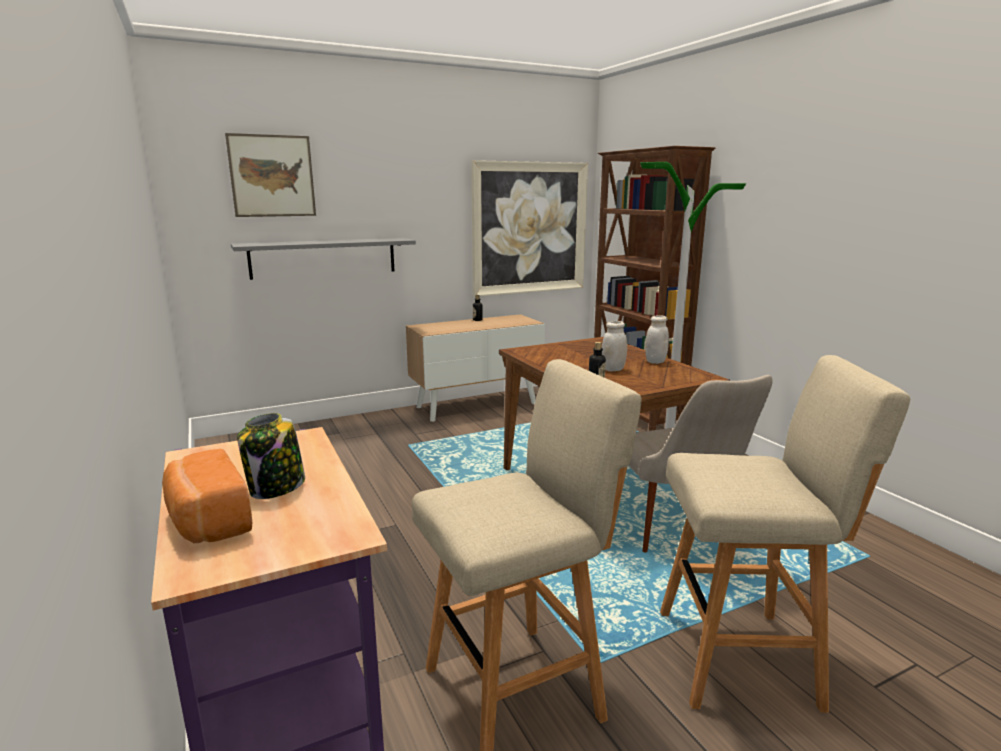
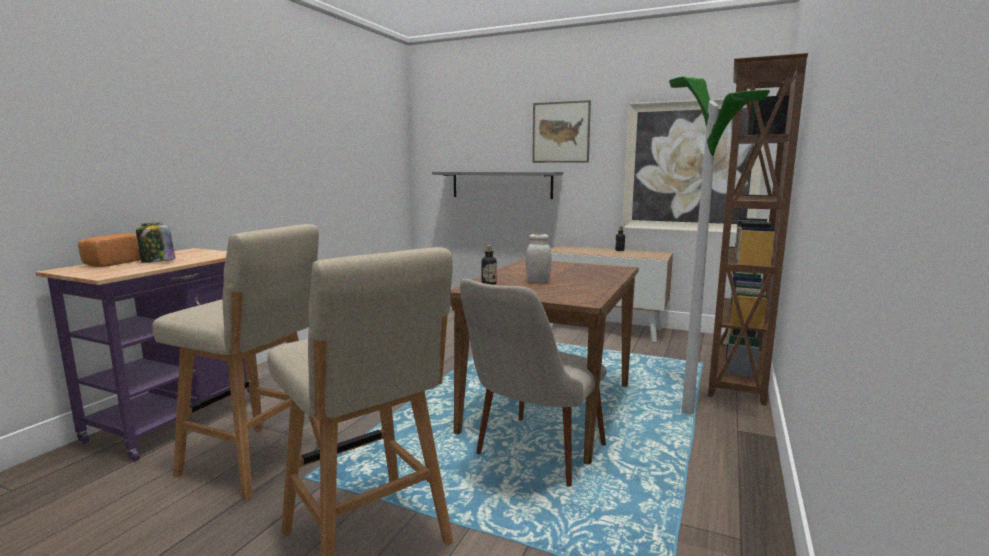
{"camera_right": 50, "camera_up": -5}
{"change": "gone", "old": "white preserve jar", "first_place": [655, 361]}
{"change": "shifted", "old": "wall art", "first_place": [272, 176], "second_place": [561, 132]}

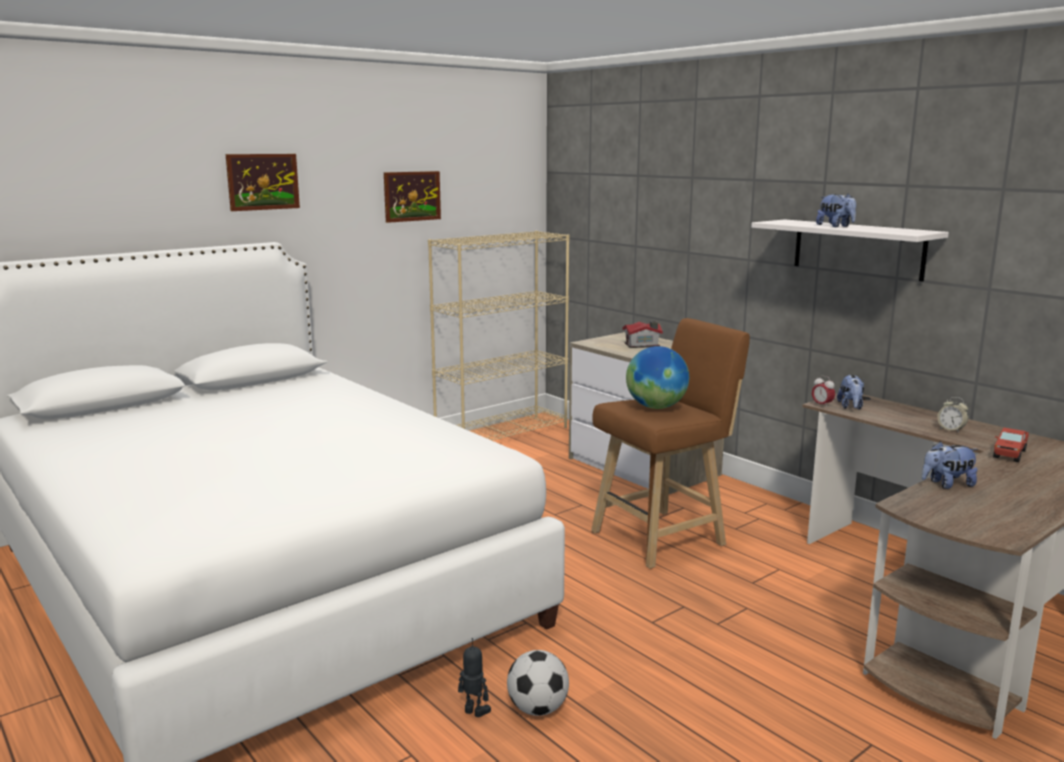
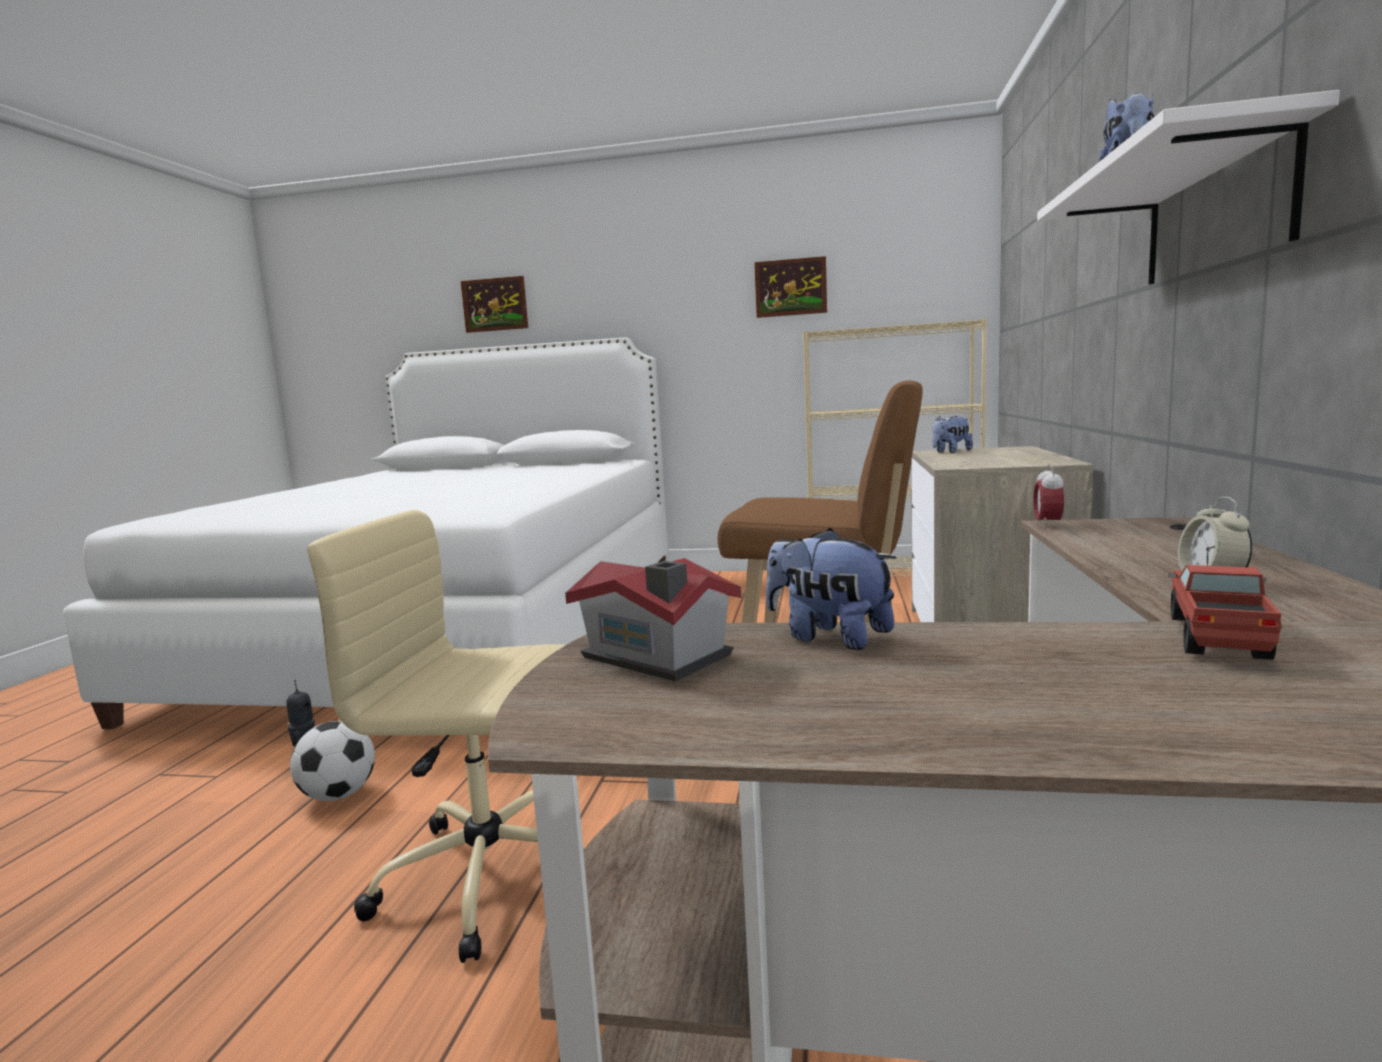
{"camera_right": 50, "camera_up": -5}
{"change": "gone", "old": "desk globe", "first_place": [655, 407]}
{"change": "new", "new": "sand-coloured desk chair", "second_place": [492, 875]}
{"change": "shifted", "old": "wall art", "first_place": [263, 182], "second_place": [495, 304]}
{"change": "shifted", "old": "model house", "first_place": [643, 345], "second_place": [656, 658]}
{"change": "shifted", "old": "plush toy", "first_place": [850, 407], "second_place": [950, 452]}
{"change": "rotated", "old": "toy lorry", "first_place": [1009, 454], "second_place": [1217, 638], "degrees": 120}

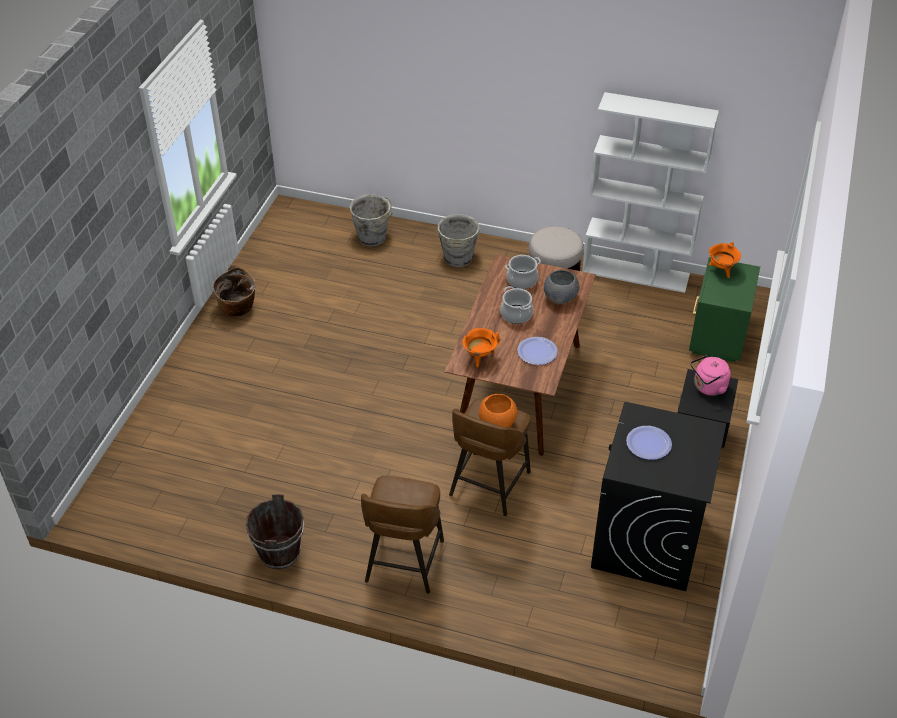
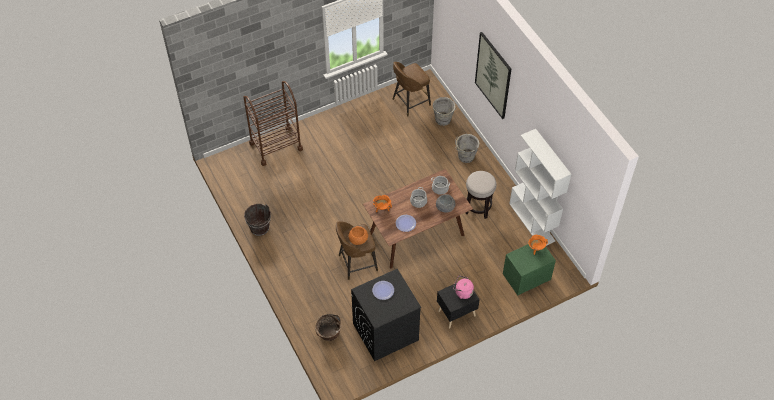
{"camera_right": 45, "camera_up": 10}
{"change": "new", "new": "brownish trolley", "second_place": [276, 146]}
{"change": "new", "new": "wall art", "second_place": [493, 75]}
{"change": "shifted", "old": "household basket", "first_place": [238, 309], "second_place": [329, 334]}
{"change": "shifted", "old": "brownish stool seat", "first_place": [403, 563], "second_place": [410, 102]}

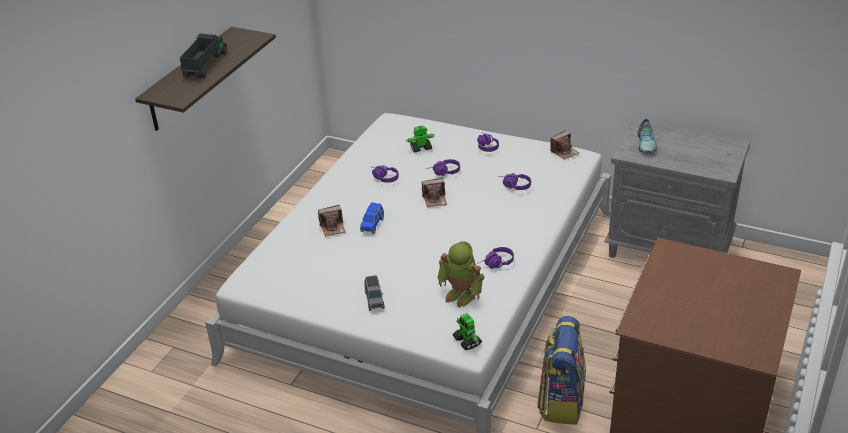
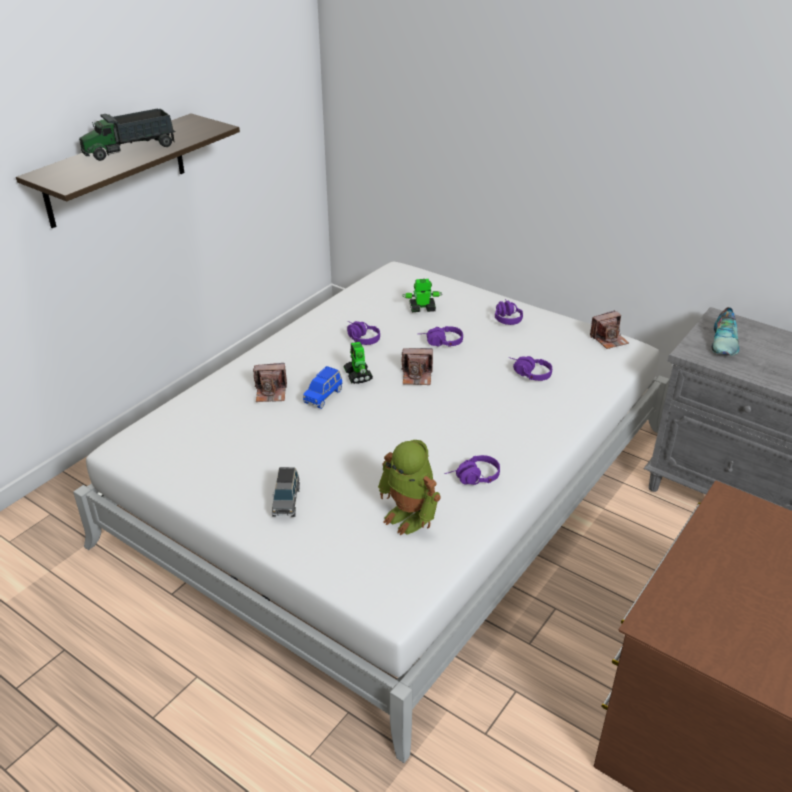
{"camera_right": 10, "camera_up": 0}
{"change": "gone", "old": "knapsack", "first_place": [561, 401]}
{"change": "shifted", "old": "robot figure", "first_place": [467, 341], "second_place": [358, 376]}
{"change": "rotated", "old": "toy lorry", "first_place": [206, 64], "second_place": [130, 149], "degrees": -150}

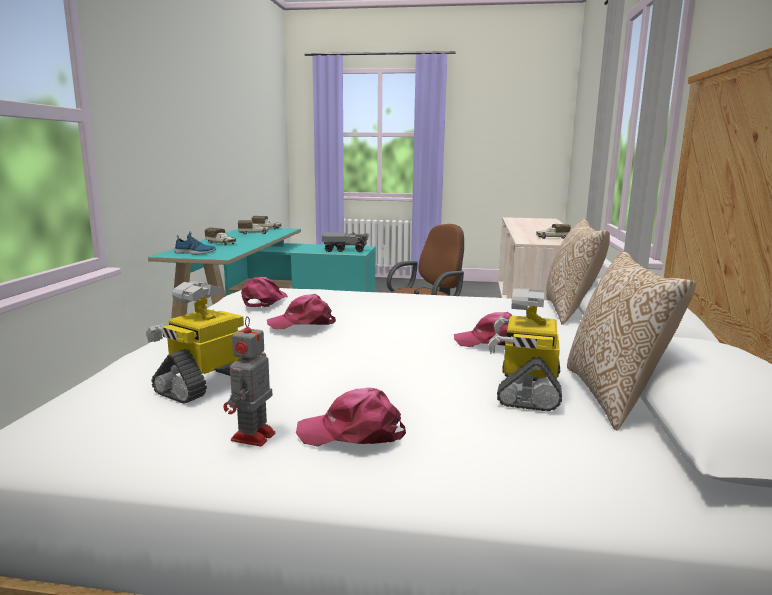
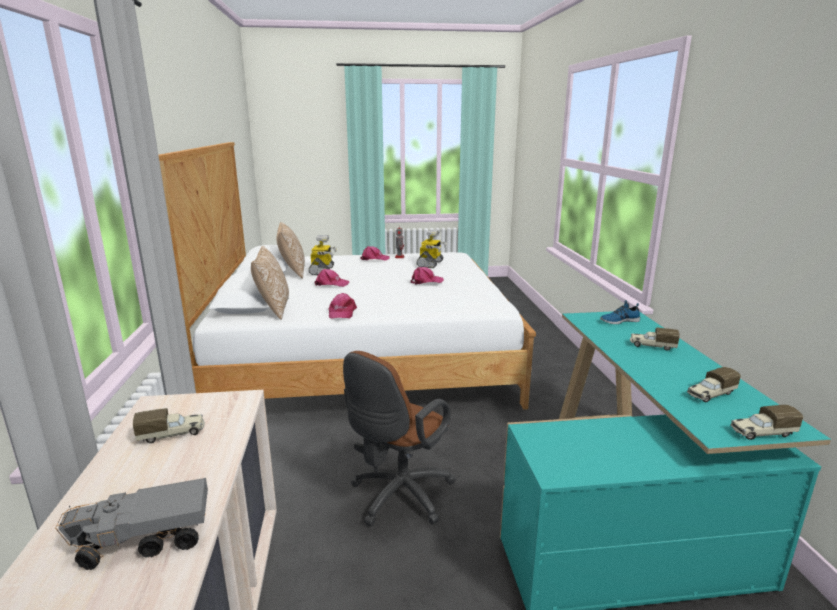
{"camera_right": 165, "camera_up": 5}
{"change": "shifted", "old": "pink-coloured peaked cap", "first_place": [265, 301], "second_place": [341, 312]}
{"change": "shifted", "old": "toy lorry", "first_place": [344, 250], "second_place": [145, 540]}

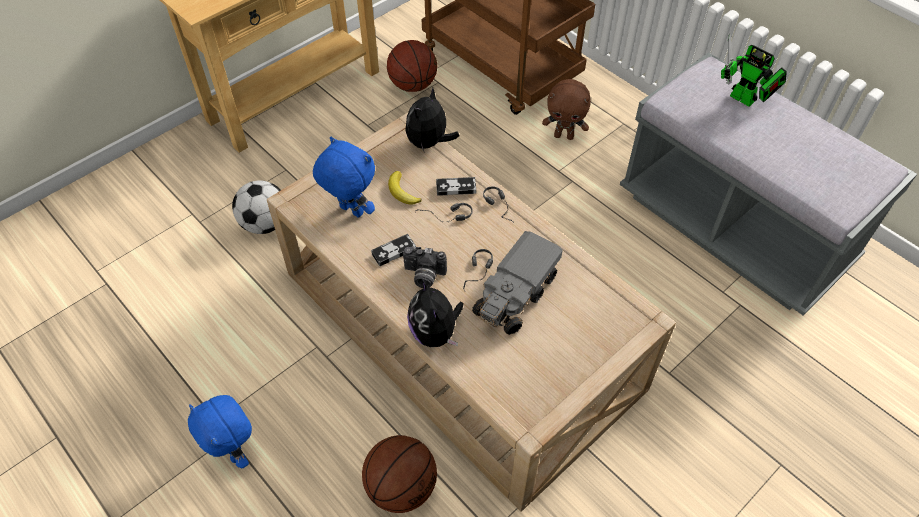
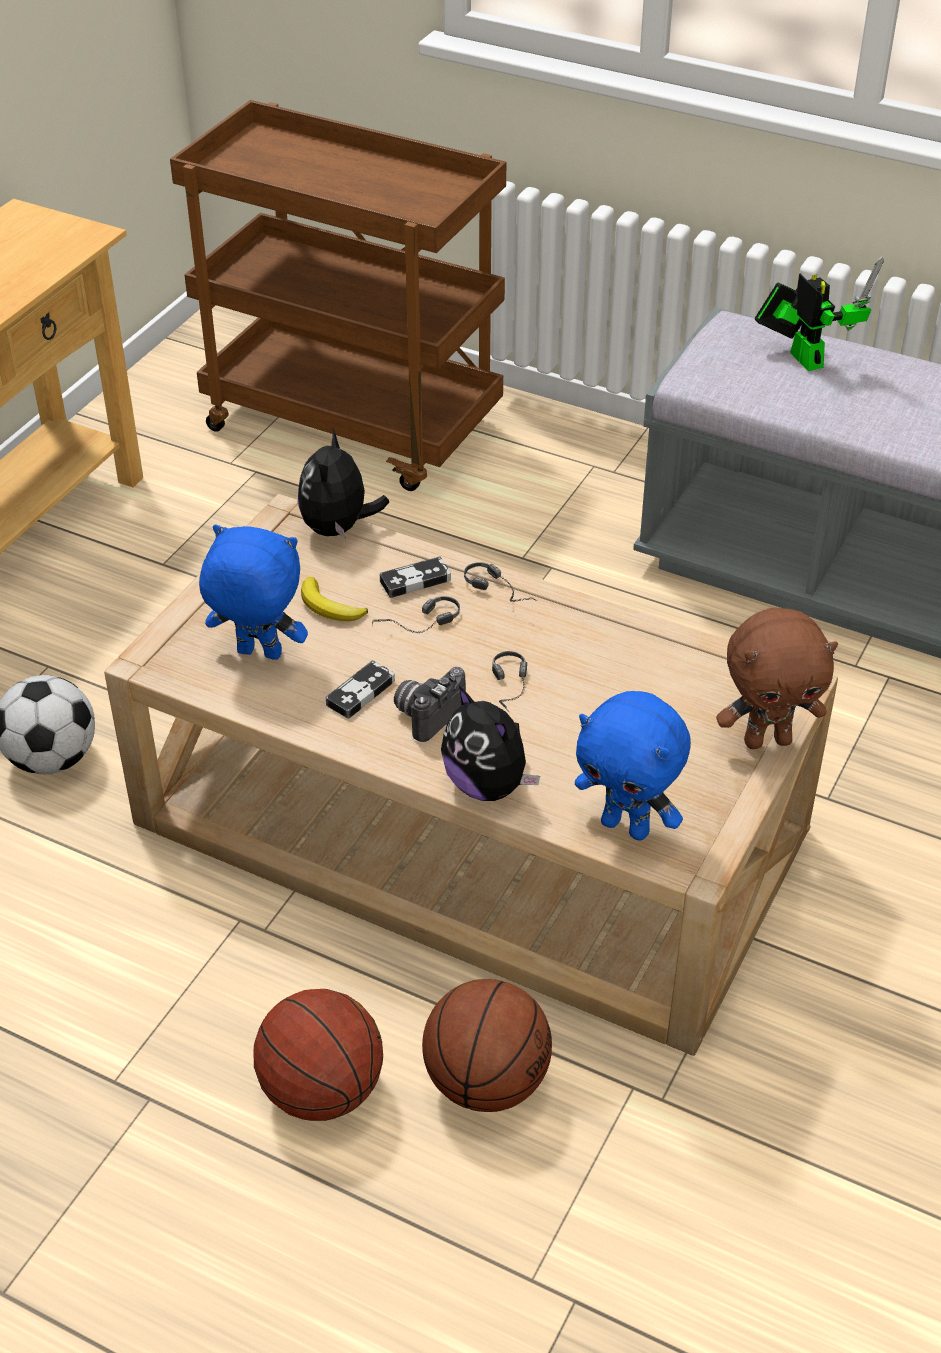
{"camera_right": -20, "camera_up": -10}
{"change": "gone", "old": "toy lorry", "first_place": [515, 296]}
{"change": "shifted", "old": "blue plush toy", "first_place": [235, 451], "second_place": [627, 826]}
{"change": "shifted", "old": "basketball ball", "first_place": [413, 85], "second_place": [322, 1091]}
{"change": "shifted", "old": "brownish plush toy", "first_place": [564, 136], "second_place": [767, 740]}
{"change": "rotated", "old": "still camera", "first_place": [423, 276], "second_place": [427, 714], "degrees": 135}
{"change": "rotated", "old": "robot figure", "first_place": [746, 100], "second_place": [803, 356], "degrees": -135}

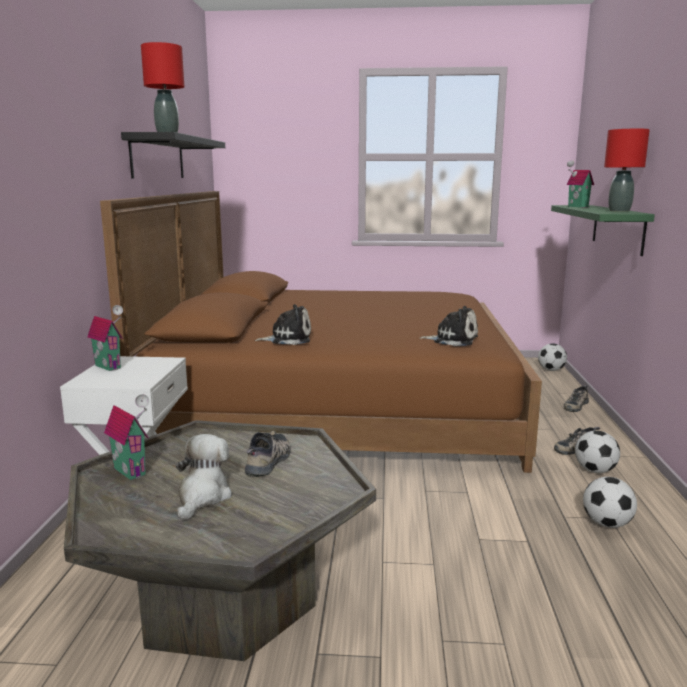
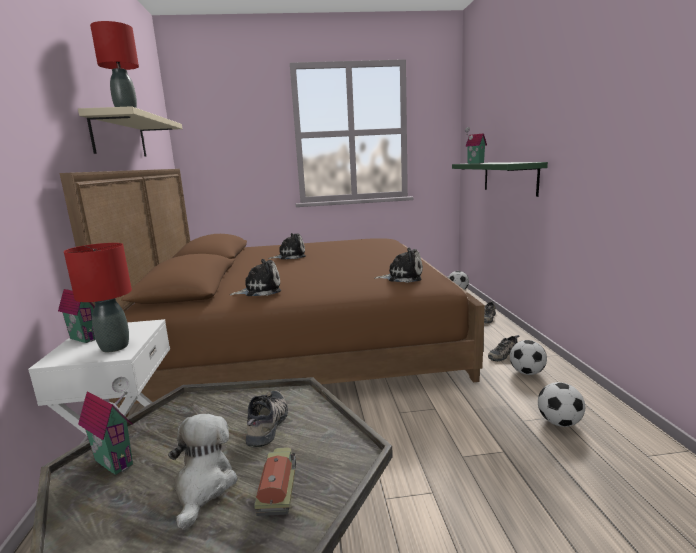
{"camera_right": -10, "camera_up": 0}
{"change": "new", "new": "toy lorry", "second_place": [279, 488]}
{"change": "new", "new": "plush toy", "second_place": [290, 256]}
{"change": "shifted", "old": "red lamp for a table", "first_place": [618, 211], "second_place": [114, 347]}
{"change": "repainted", "old": "blackish shelf", "new": "sand-coloured shelf", "first_place": [158, 158], "second_place": [120, 137]}

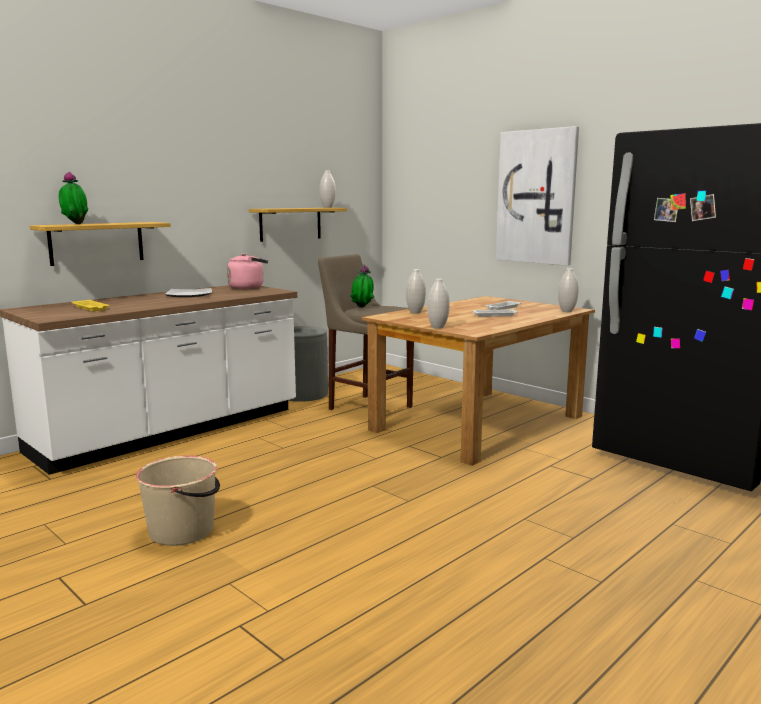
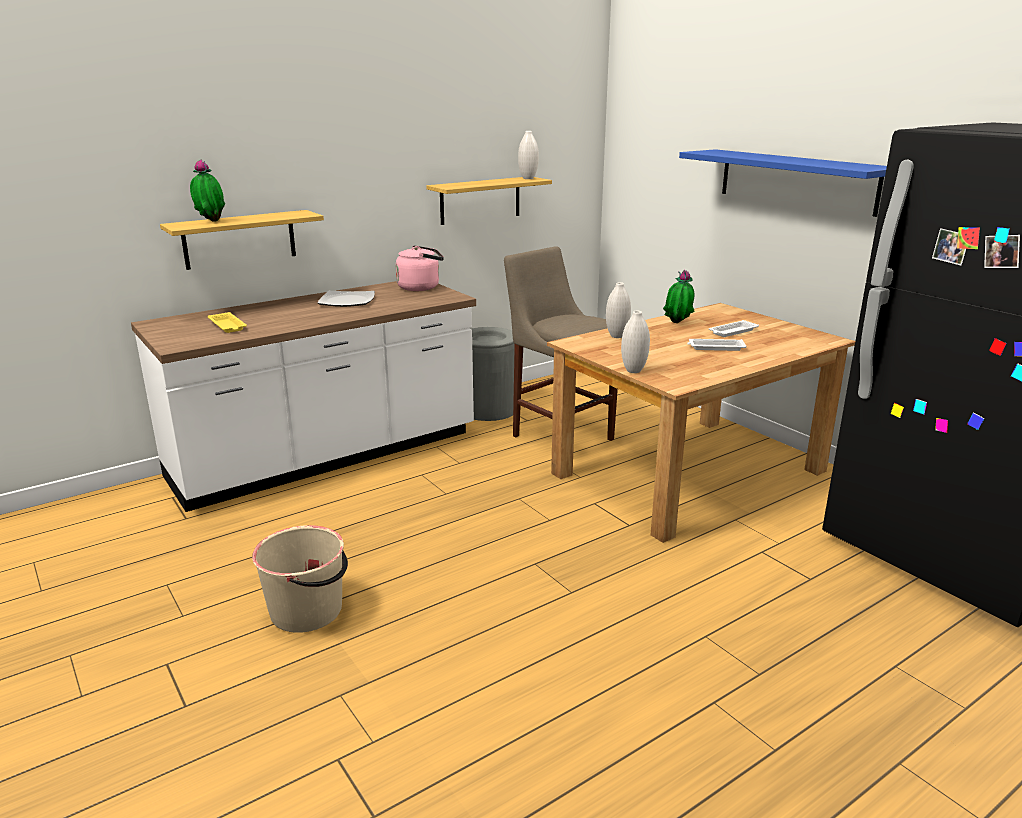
{"camera_right": 10, "camera_up": 10}
{"change": "gone", "old": "white decorative vase", "first_place": [567, 311]}
{"change": "shifted", "old": "houseplant", "first_place": [362, 308], "second_place": [677, 324]}
{"change": "swapped", "old": "wall art", "new": "blue shelf", "first_place": [536, 197], "second_place": [796, 181]}

